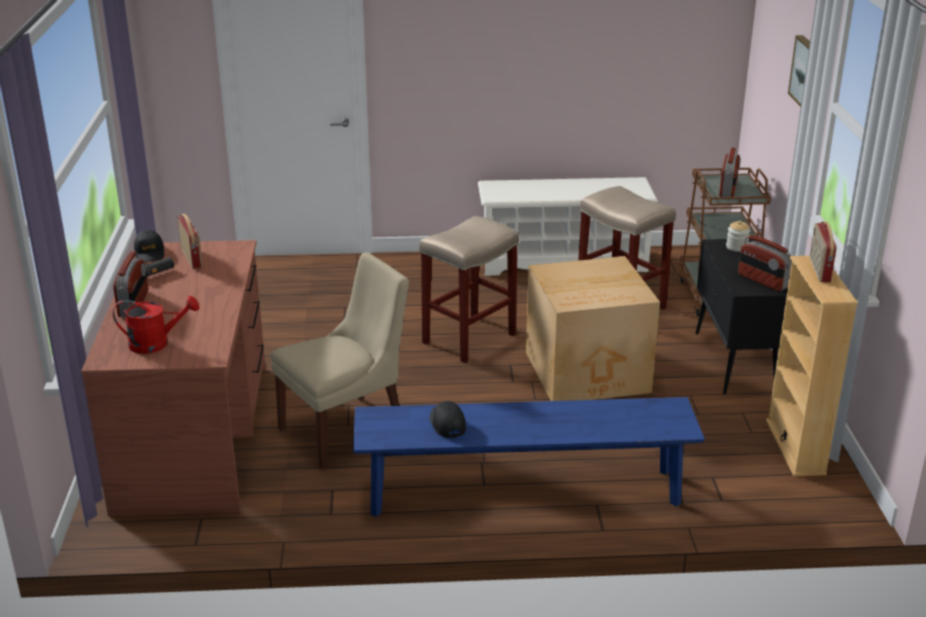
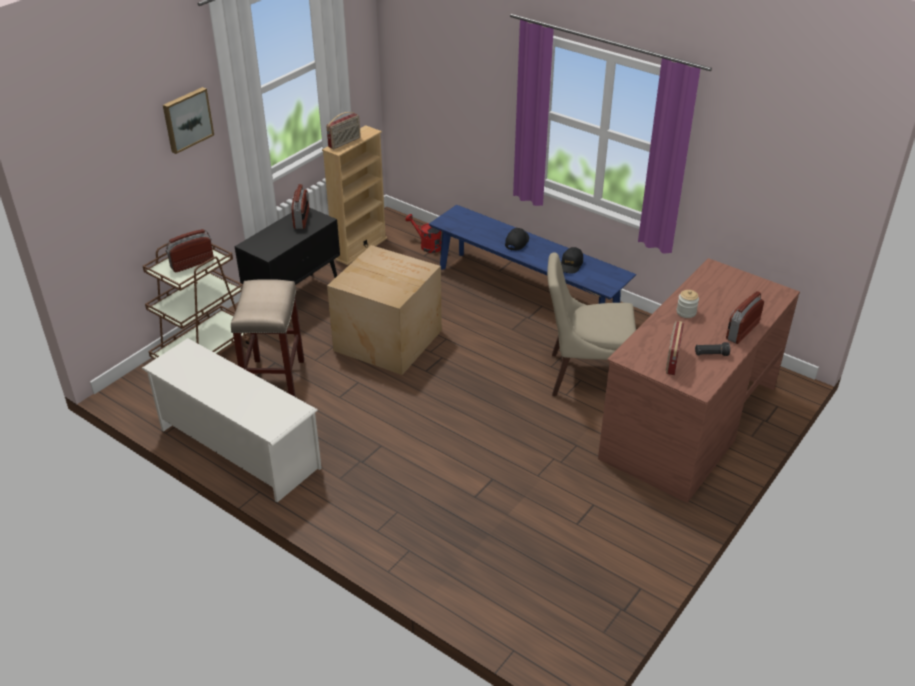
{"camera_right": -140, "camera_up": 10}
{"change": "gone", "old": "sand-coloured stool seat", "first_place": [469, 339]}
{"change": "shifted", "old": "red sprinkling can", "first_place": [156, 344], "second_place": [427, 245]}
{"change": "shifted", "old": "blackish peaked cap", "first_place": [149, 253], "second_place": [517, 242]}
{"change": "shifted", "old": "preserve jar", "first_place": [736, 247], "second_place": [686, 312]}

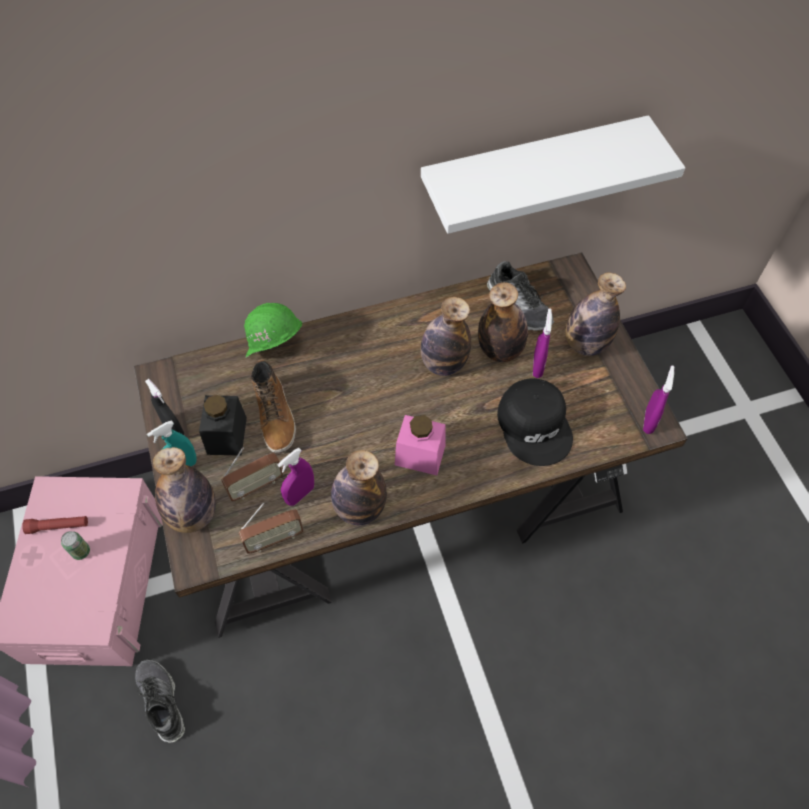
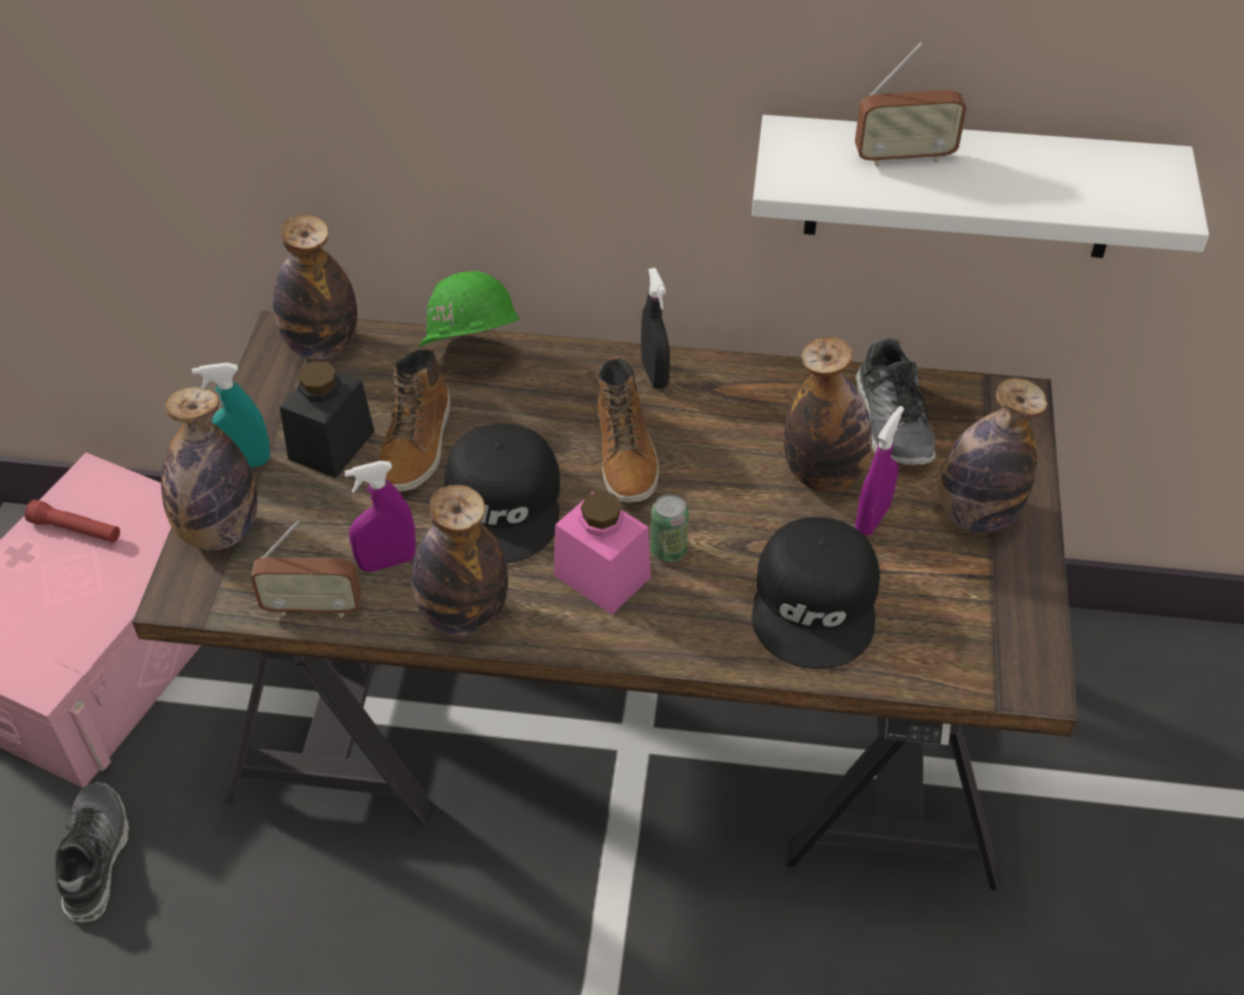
{"camera_right": 25, "camera_up": -10}
{"change": "gone", "old": "purplish sprayer", "first_place": [648, 421]}
{"change": "new", "new": "blackish peaked cap", "second_place": [504, 504]}
{"change": "new", "new": "high-top boot", "second_place": [626, 454]}
{"change": "shifted", "old": "can", "first_place": [81, 551], "second_place": [668, 550]}
{"change": "shifted", "old": "blackish sprayer", "first_place": [173, 429], "second_place": [654, 374]}
{"change": "shifted", "old": "radio", "first_place": [256, 486], "second_place": [904, 157]}
{"change": "shifted", "old": "drink bottle", "first_place": [443, 363], "second_place": [322, 345]}

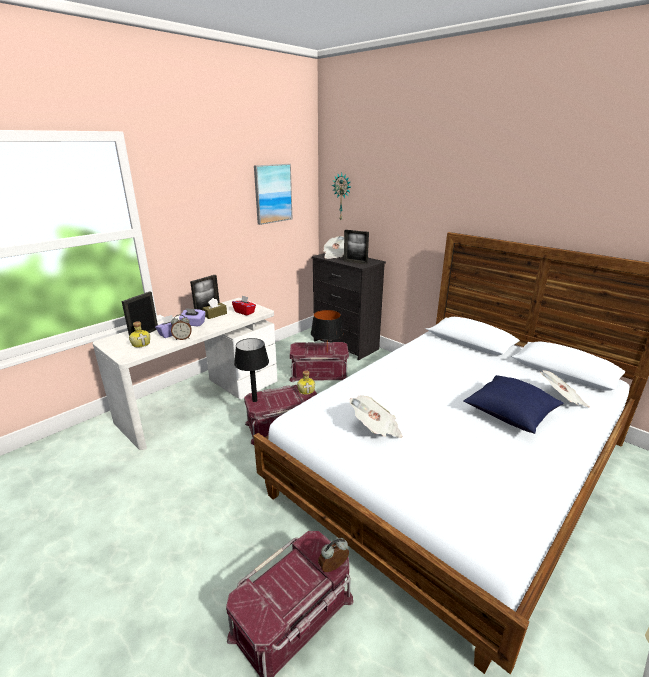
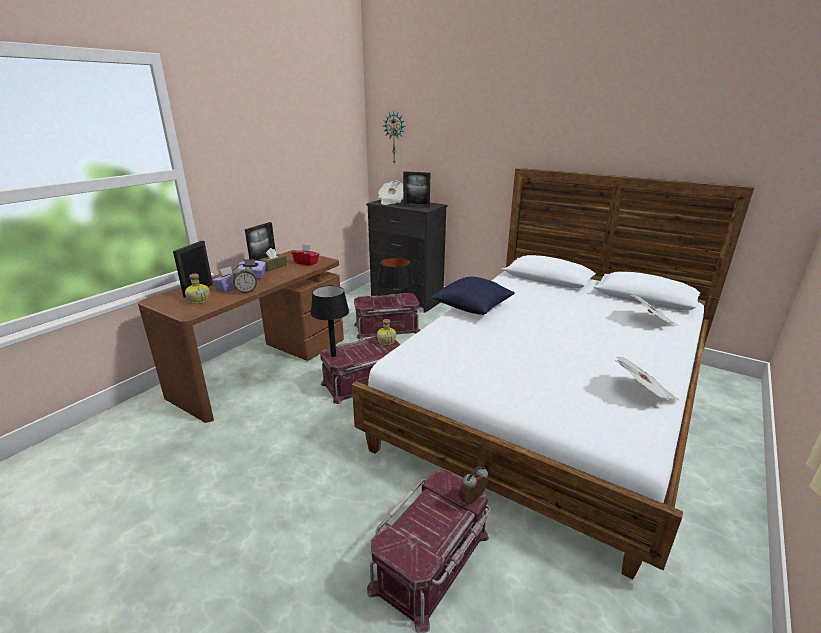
{"camera_right": -10, "camera_up": 0}
{"change": "gone", "old": "wall art", "first_place": [273, 193]}
{"change": "shifted", "old": "newspaper", "first_place": [376, 429], "second_place": [643, 393]}
{"change": "shifted", "old": "blue pillow", "first_place": [509, 414], "second_place": [472, 307]}
{"change": "repainted", "old": "white desk table", "new": "brownish desk table", "first_place": [201, 400], "second_place": [263, 366]}

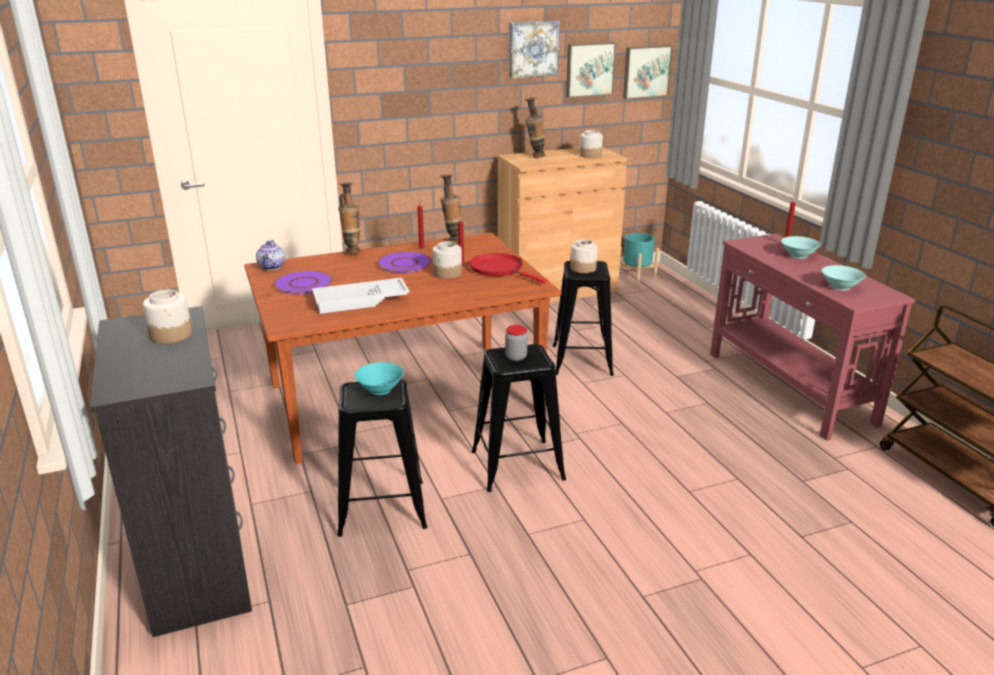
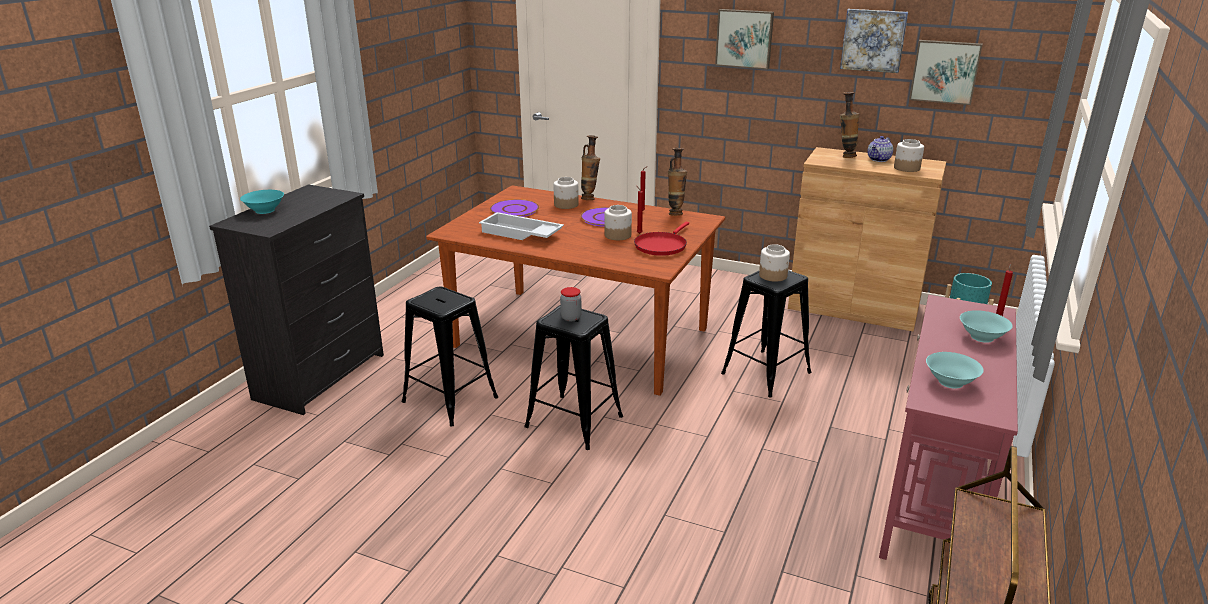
{"camera_right": 45, "camera_up": 0}
{"change": "shifted", "old": "preserve jar", "first_place": [171, 334], "second_place": [566, 205]}
{"change": "shifted", "old": "pot for tea", "first_place": [272, 267], "second_place": [879, 160]}
{"change": "shifted", "old": "blue-green deep dish", "first_place": [380, 389], "second_place": [265, 210]}
{"change": "shifted", "old": "wall art", "first_place": [646, 71], "second_place": [744, 38]}
{"change": "rotated", "old": "red skillet", "first_place": [499, 269], "second_place": [661, 246], "degrees": -150}

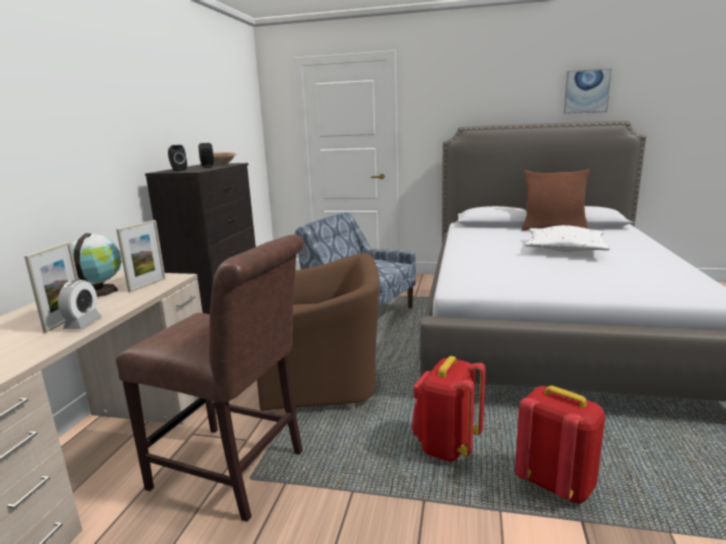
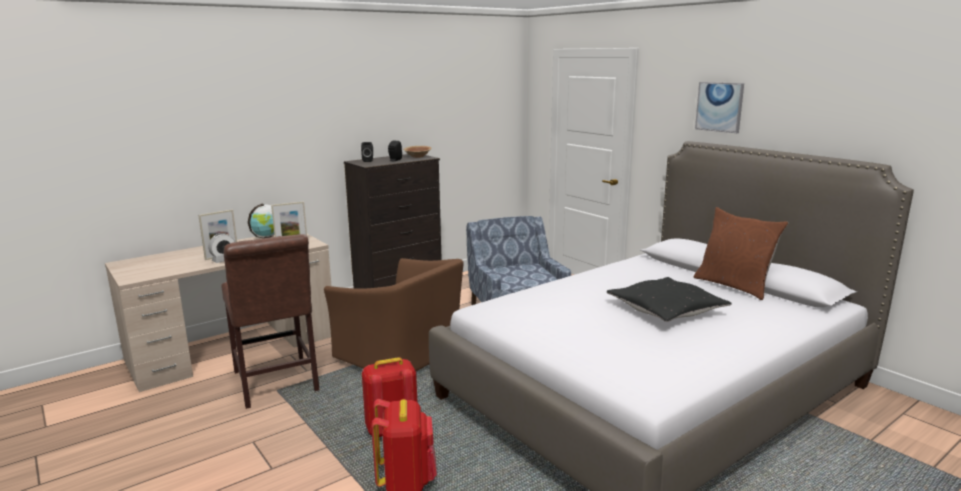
{"camera_right": 40, "camera_up": 0}
{"change": "shifted", "old": "wall art", "first_place": [586, 91], "second_place": [719, 107]}
{"change": "repainted", "old": "white pillow", "new": "blackish pillow", "first_place": [564, 249], "second_place": [666, 309]}

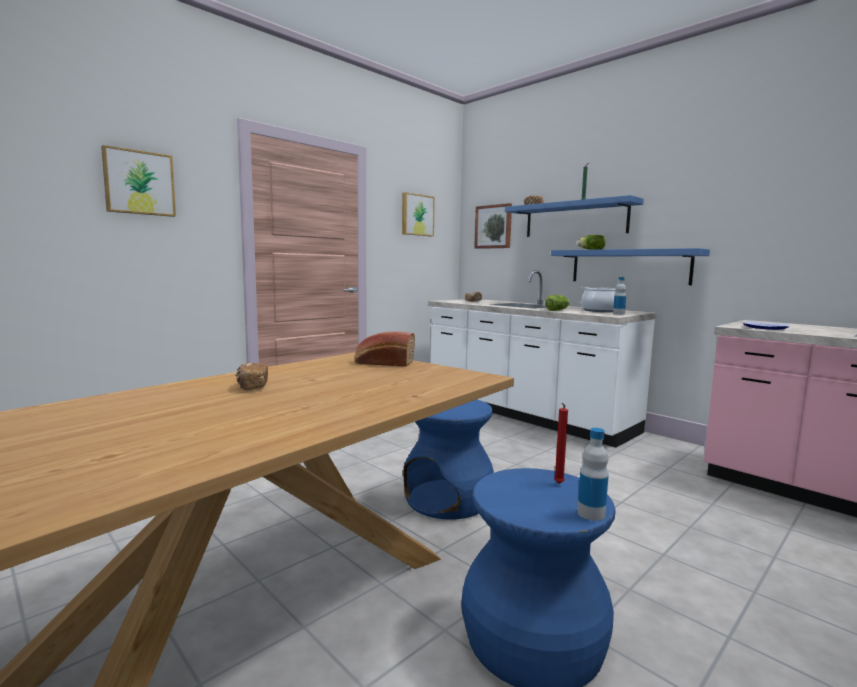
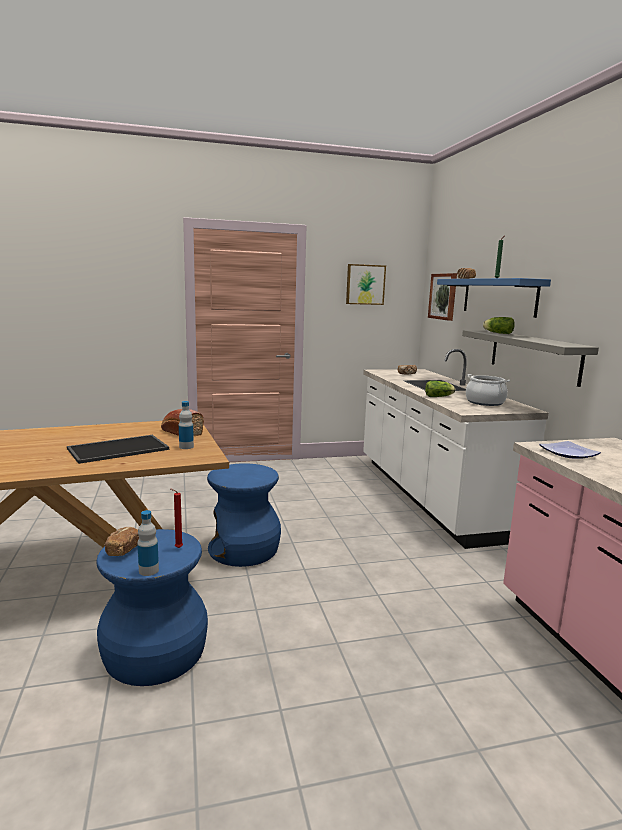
{"camera_right": 30, "camera_up": 5}
{"change": "gone", "old": "wall art", "first_place": [139, 183]}
{"change": "new", "new": "carrying tray", "second_place": [119, 448]}
{"change": "shifted", "old": "bread", "first_place": [252, 387], "second_place": [123, 550]}
{"change": "shifted", "old": "drink bottle", "first_place": [618, 313], "second_place": [186, 447]}
{"change": "repainted", "old": "blue shelf", "new": "greyish shelf", "first_place": [629, 266], "second_place": [533, 356]}

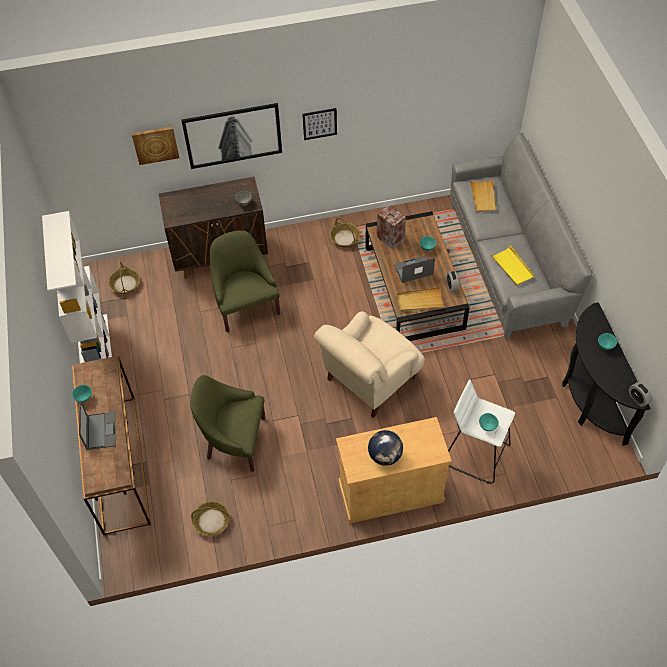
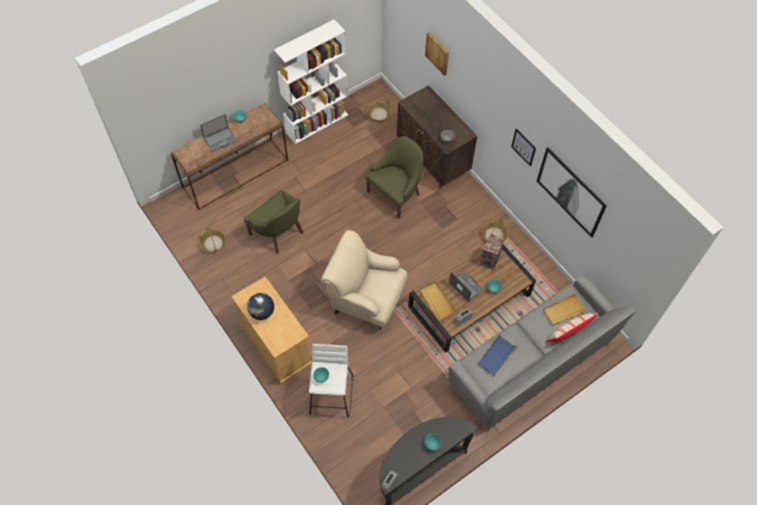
{"camera_right": 65, "camera_up": 5}
{"change": "new", "new": "pillow", "second_place": [569, 332]}
{"change": "shifted", "old": "wall art", "first_place": [233, 135], "second_place": [570, 192]}
{"change": "repainted", "old": "yellow carrying tray", "new": "blue carrying tray", "first_place": [512, 267], "second_place": [496, 356]}
{"change": "rotated", "old": "greenish easy chair", "first_place": [234, 441], "second_place": [279, 232], "degrees": 150}

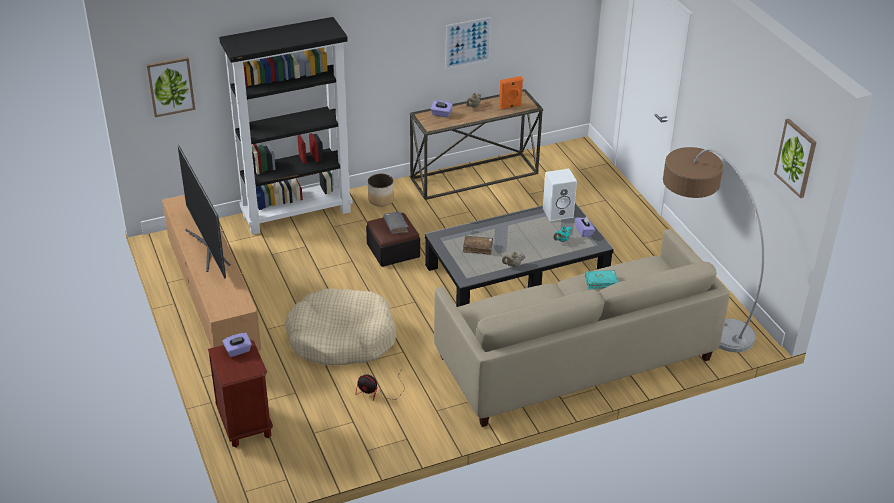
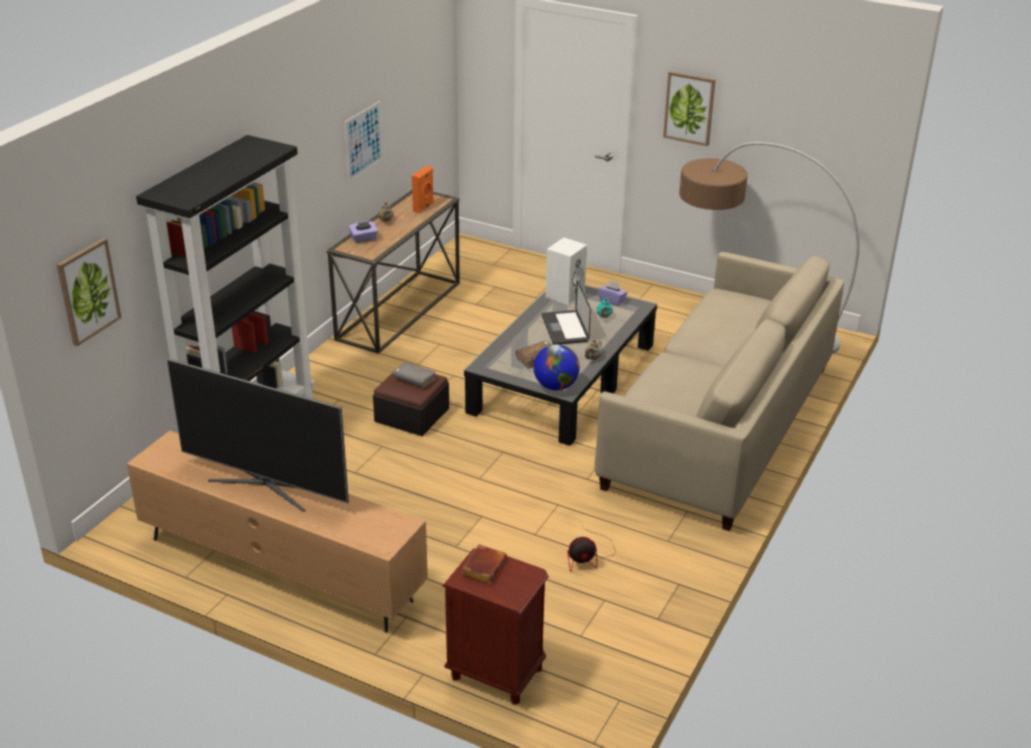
{"camera_right": -40, "camera_up": -5}
{"change": "gone", "old": "sand-coloured dog cushion", "first_place": [341, 338]}
{"change": "gone", "old": "planter", "first_place": [380, 200]}
{"change": "gone", "old": "blue-green book", "first_place": [601, 282]}
{"change": "new", "new": "desk globe", "second_place": [555, 386]}
{"change": "new", "new": "portable computer", "second_place": [565, 328]}
{"change": "shifted", "old": "wall art", "first_place": [796, 158], "second_place": [689, 108]}
{"change": "swapped", "old": "purplish box of tissues", "new": "brownish book", "first_place": [238, 351], "second_place": [483, 566]}

